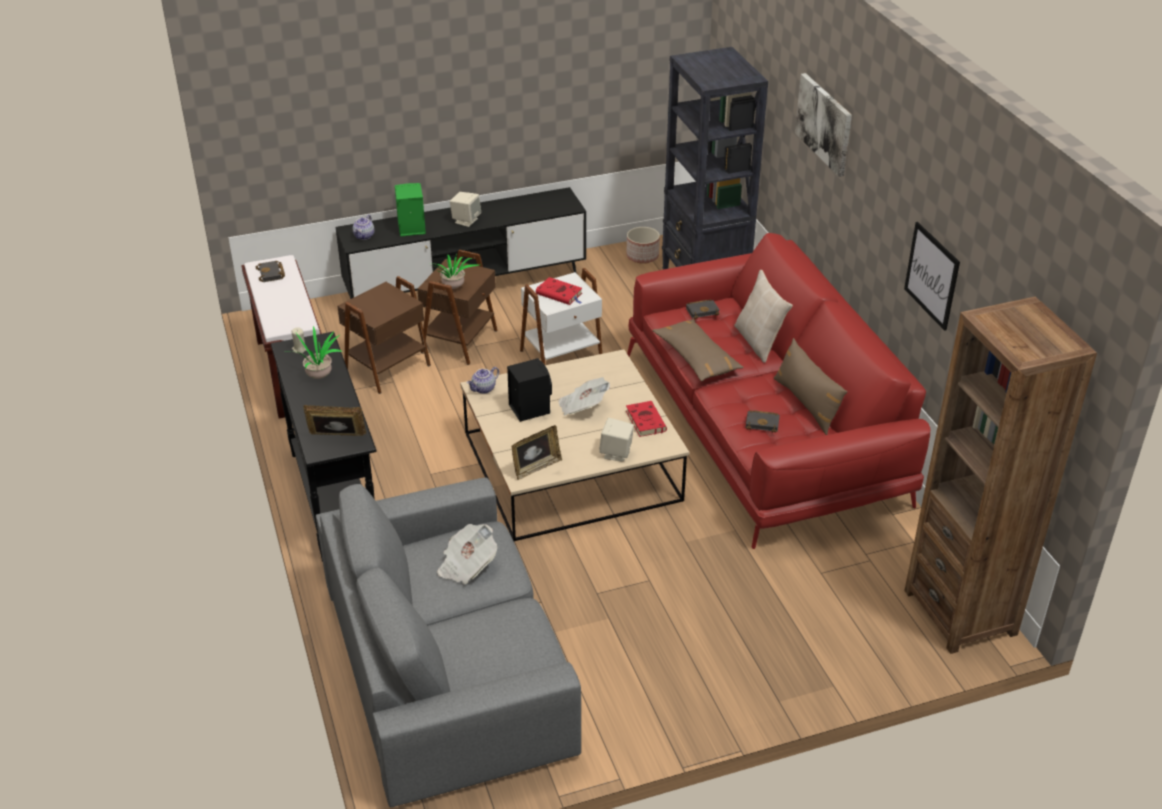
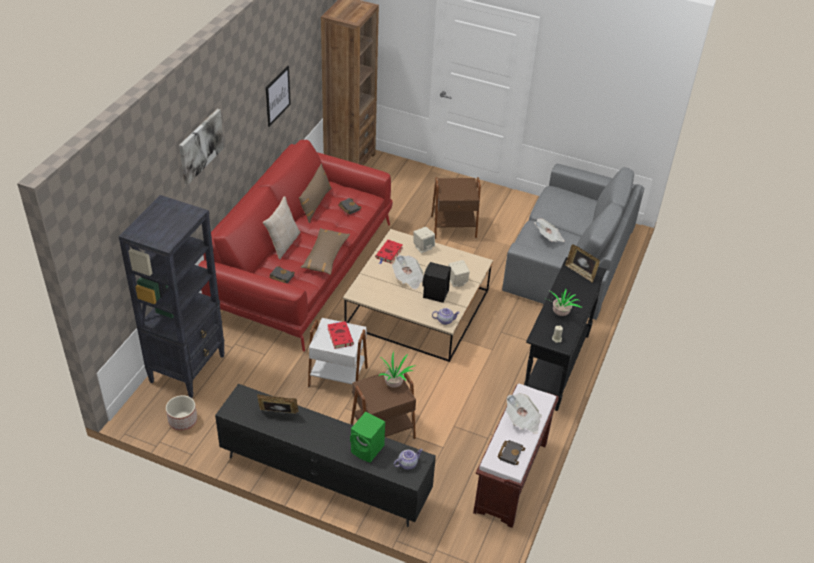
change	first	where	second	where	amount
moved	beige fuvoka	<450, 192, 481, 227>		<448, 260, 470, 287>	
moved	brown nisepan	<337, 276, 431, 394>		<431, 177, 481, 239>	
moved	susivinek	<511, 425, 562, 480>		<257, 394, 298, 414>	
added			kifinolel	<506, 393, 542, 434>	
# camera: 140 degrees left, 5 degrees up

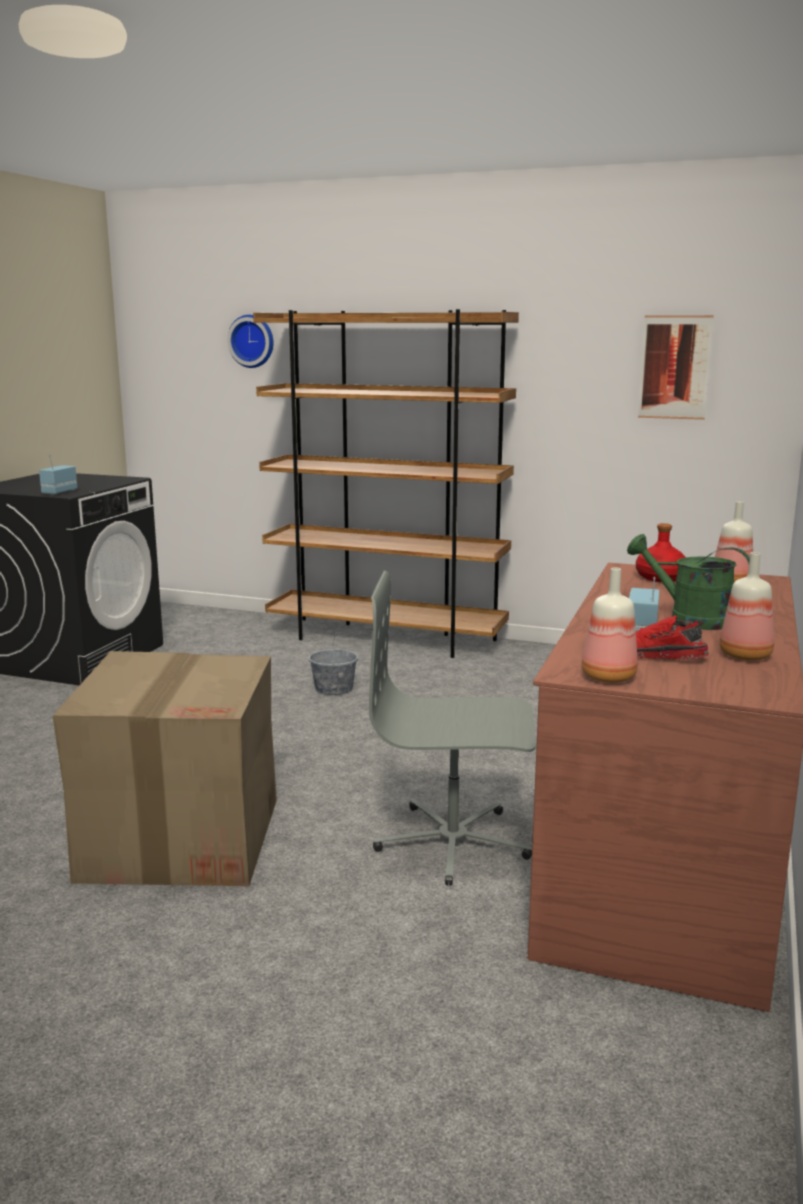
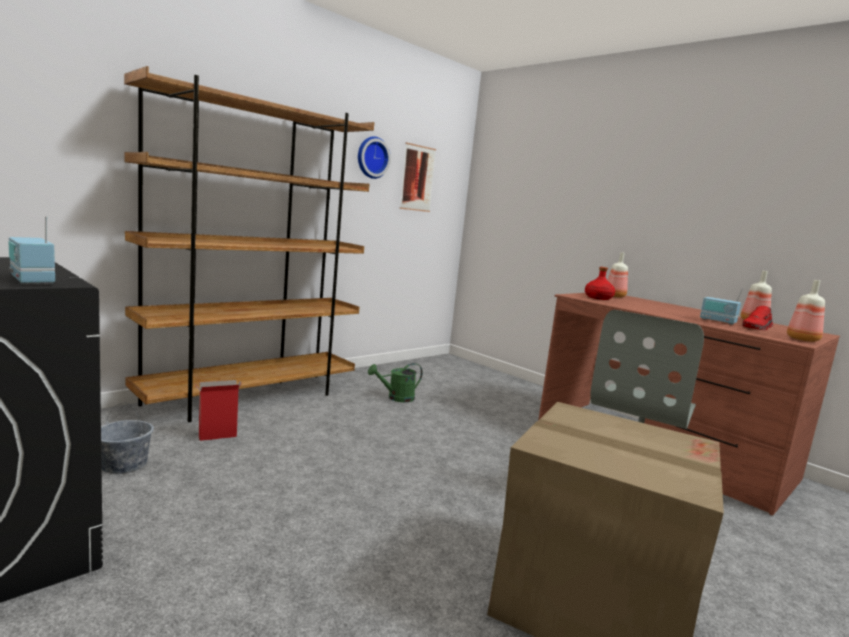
change	first	where	second	where	amount
moved	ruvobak	<227, 315, 274, 368>		<358, 136, 391, 179>	
moved	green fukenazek	<627, 534, 750, 630>		<368, 363, 423, 402>	
moved	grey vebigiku	<308, 632, 358, 695>		<101, 403, 154, 474>	
added			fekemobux	<195, 380, 242, 441>	
# camera: 65 degrees left, 5 degrees down

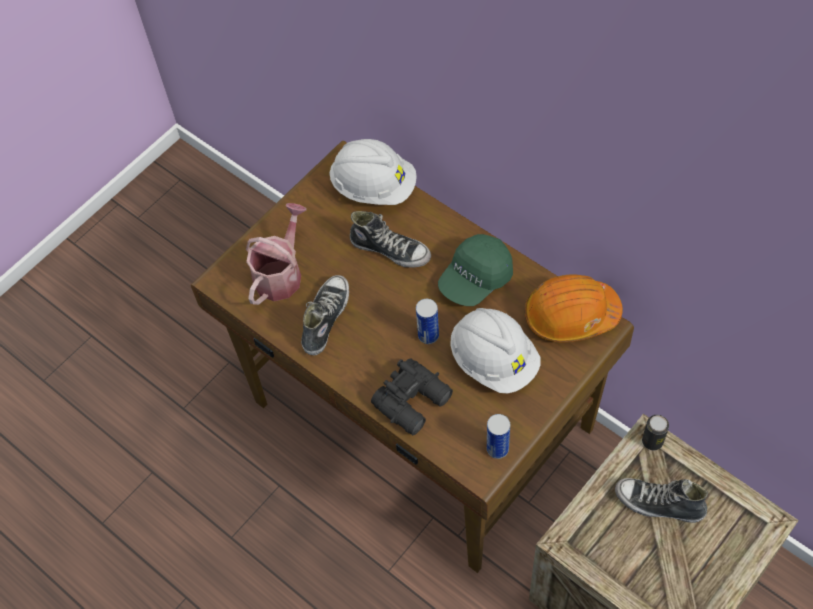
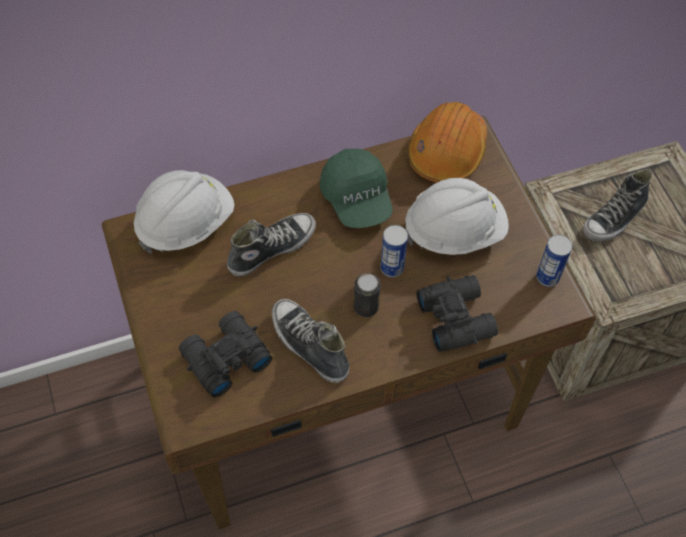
change	first	where	second	where	amount
replaced	fukenazek	<246, 203, 307, 305>	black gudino	<179, 311, 272, 397>	
moved	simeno	<642, 415, 669, 450>		<354, 273, 381, 317>	
# camera: 65 degrees left, 0 degrees up

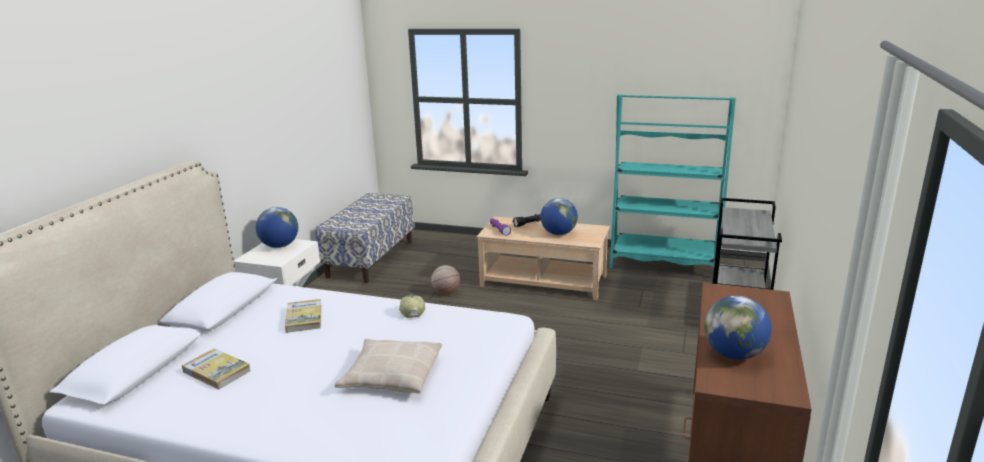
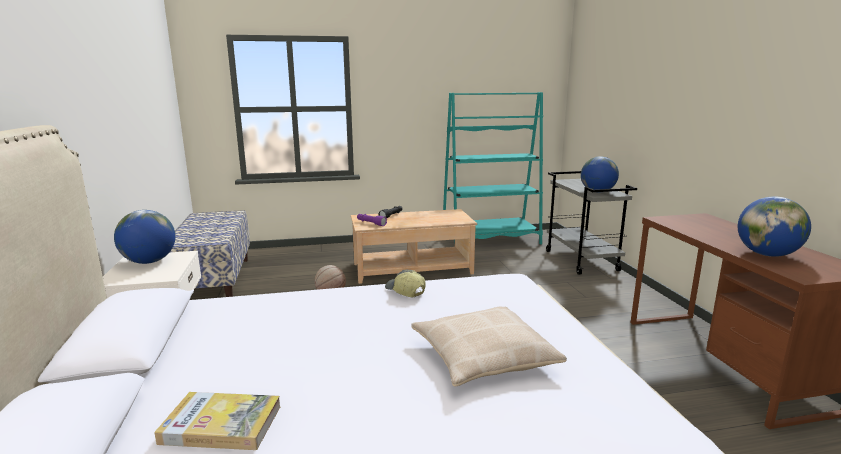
change	first	where	second	where	amount
moved	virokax	<540, 198, 578, 235>		<581, 156, 619, 193>	
removed	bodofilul	<285, 299, 321, 333>			
# camera: 30 degrees left, 5 degrees down

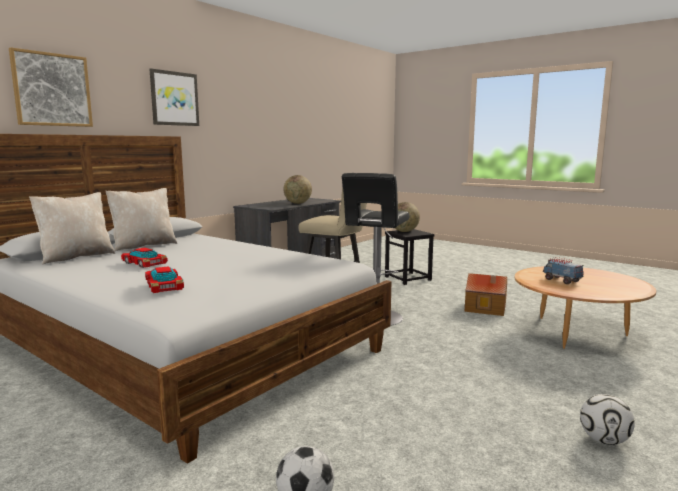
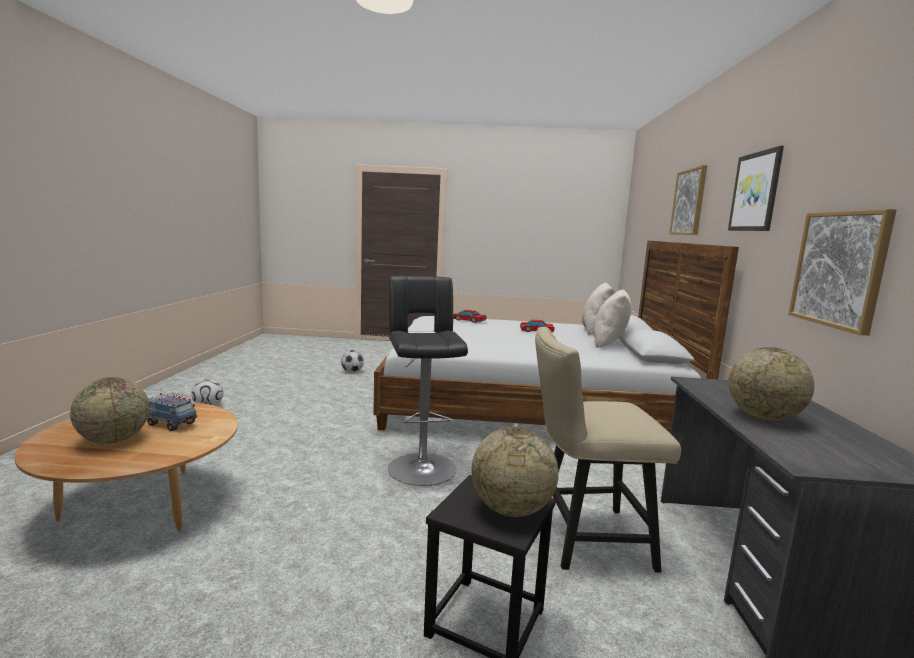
change	first	where	second	where	amount
removed	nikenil	<465, 273, 507, 316>			
added			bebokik	<788, 209, 897, 336>	
added			virokax	<70, 377, 150, 444>	
# camera: 145 degrees right, 0 degrees up

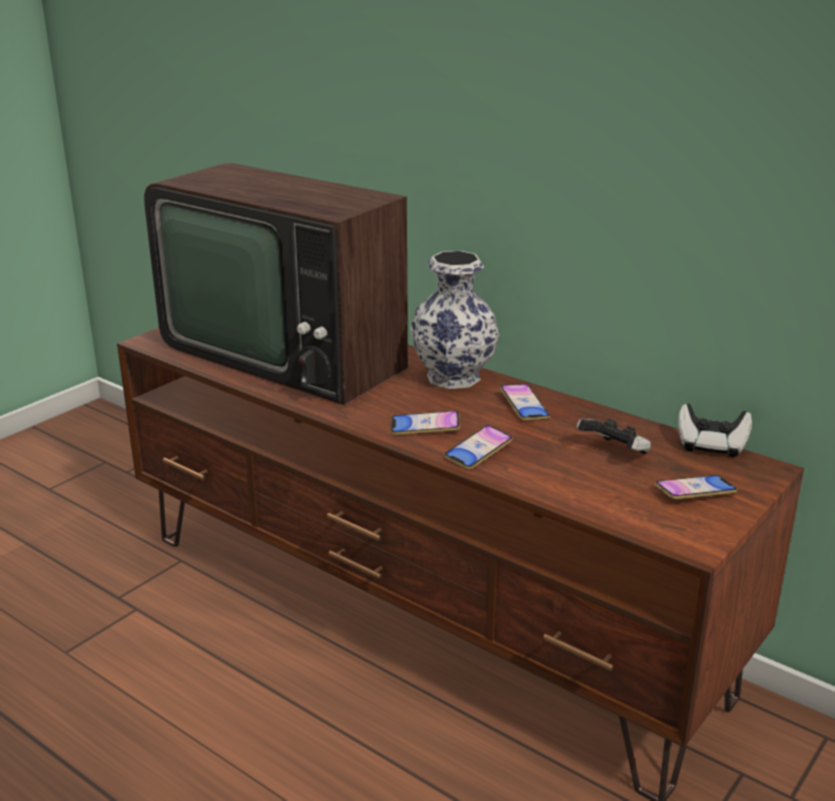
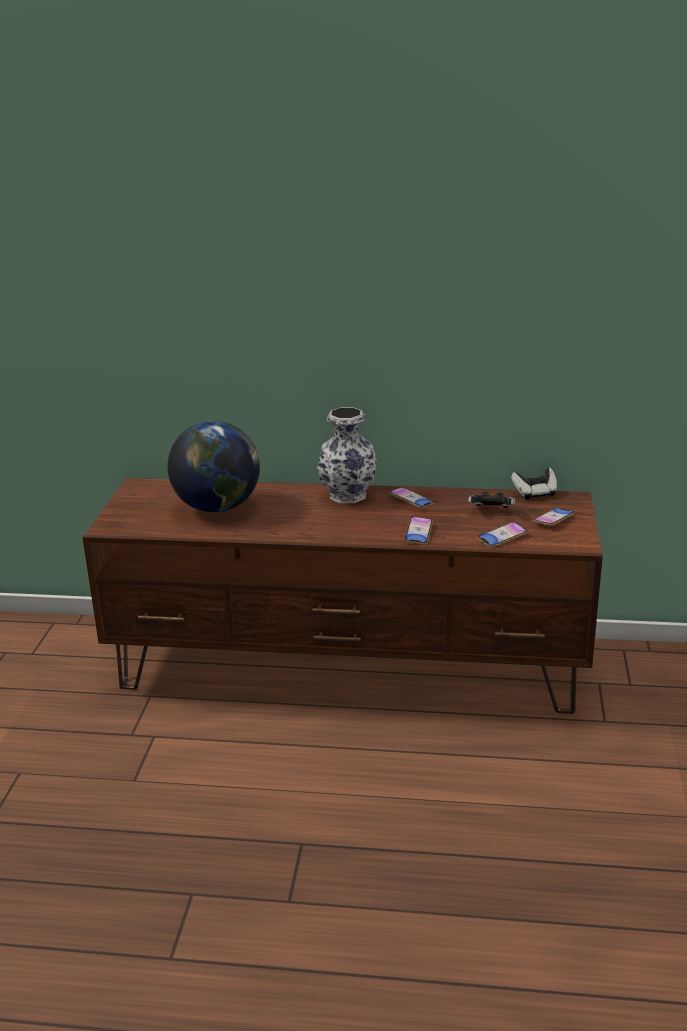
change	first	where	second	where	amount
replaced	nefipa	<144, 163, 408, 405>	virokax	<167, 421, 260, 512>	
moved	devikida	<391, 410, 460, 435>		<478, 521, 528, 548>	
# camera: 30 degrees left, 0 degrees up

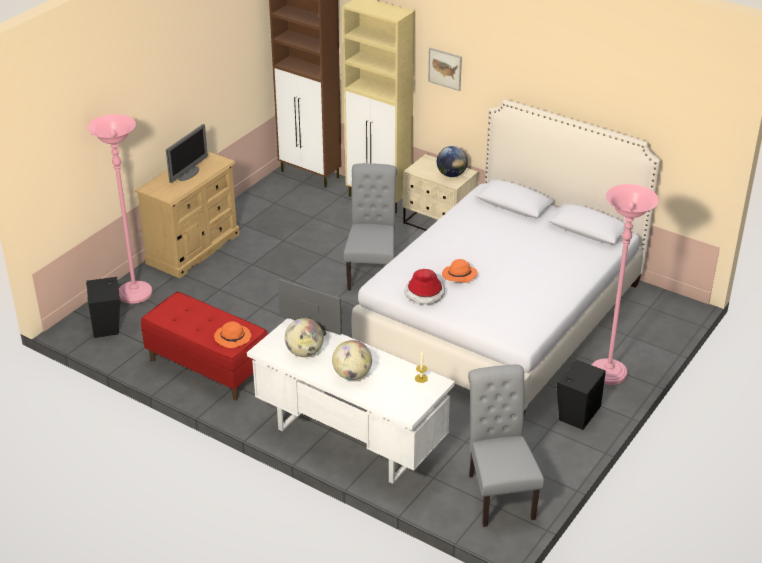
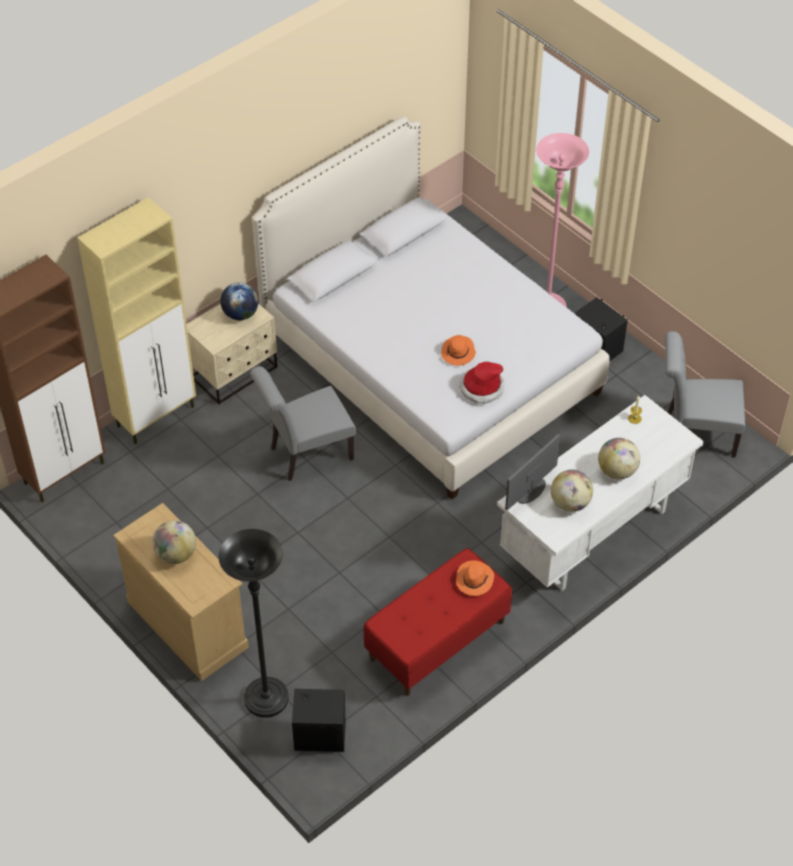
change	first	where	second	where	amount
removed	bebokik	<428, 48, 462, 91>			
recoloured	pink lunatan	<87, 114, 152, 304>	black lunatan	<218, 529, 289, 718>	
replaced	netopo	<166, 124, 208, 183>	virokax	<152, 520, 196, 564>	
turned	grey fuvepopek	<344, 163, 397, 290>		<250, 366, 356, 481>	45 degrees counterclockwise
# camera: 75 degrees left, 15 degrees up

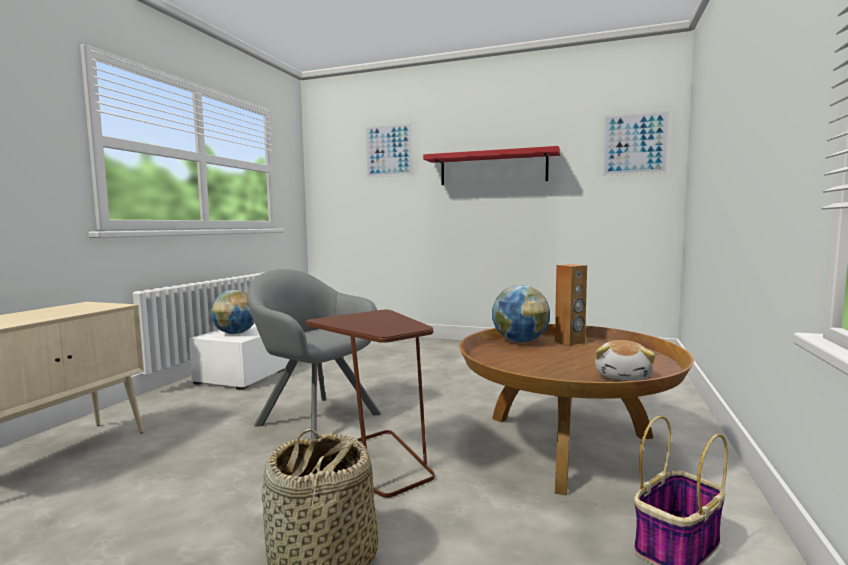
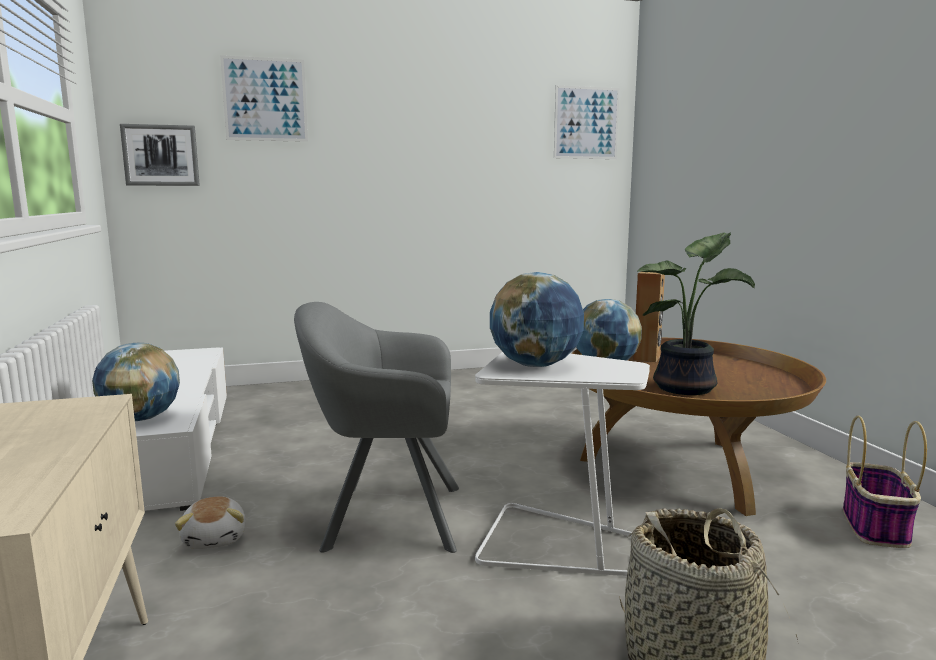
change	first	where	second	where	amount
removed	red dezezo	<423, 146, 560, 185>			
recoloured	brown nisepan	<306, 310, 435, 498>	white nisepan	<475, 352, 650, 576>	
moved	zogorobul	<595, 340, 655, 381>		<175, 497, 246, 549>	
added			bebokik	<120, 124, 200, 186>	
added			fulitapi	<638, 233, 755, 395>	
added			virokax	<490, 272, 584, 367>	
# camera: 35 degrees left, 5 degrees up

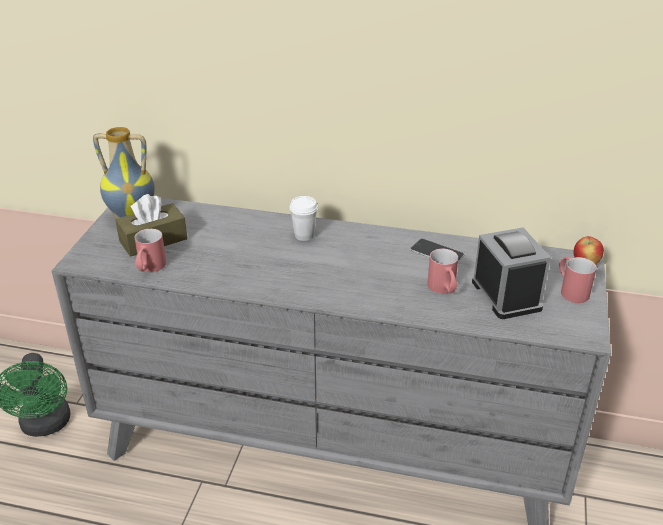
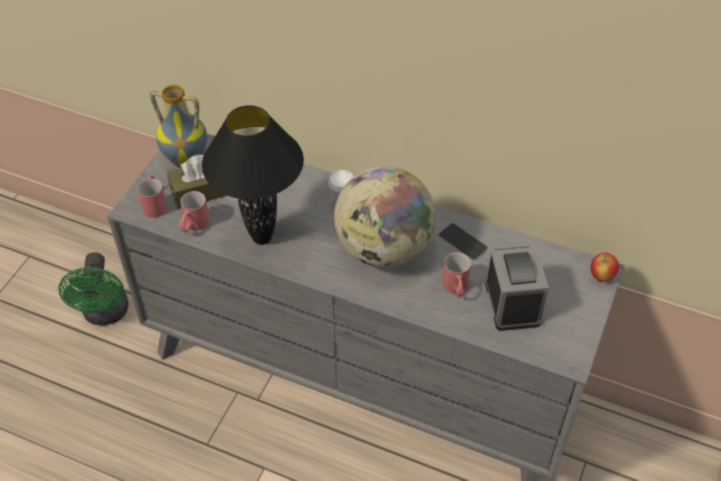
change	first	where	second	where	amount
moved	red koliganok	<559, 256, 597, 303>		<137, 175, 167, 218>	
added			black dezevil	<202, 105, 304, 245>	
added			virokax	<334, 166, 436, 268>	
# camera: 10 degrees right, 15 degrees up

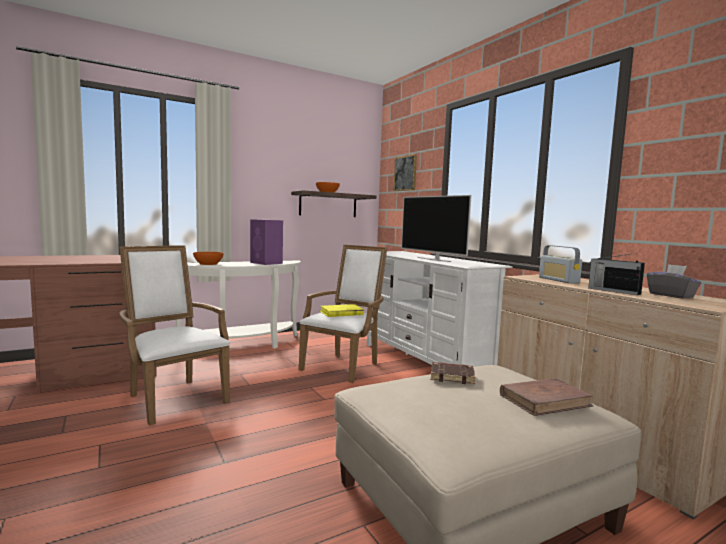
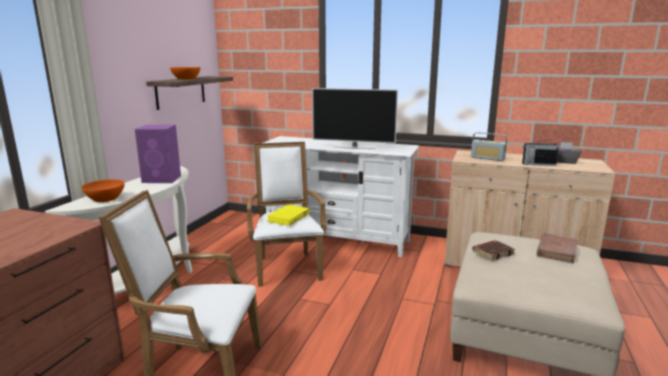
change	first	where	second	where	amount
removed	bebokik	<394, 154, 417, 191>			
# camera: 40 degrees left, 10 degrees up

